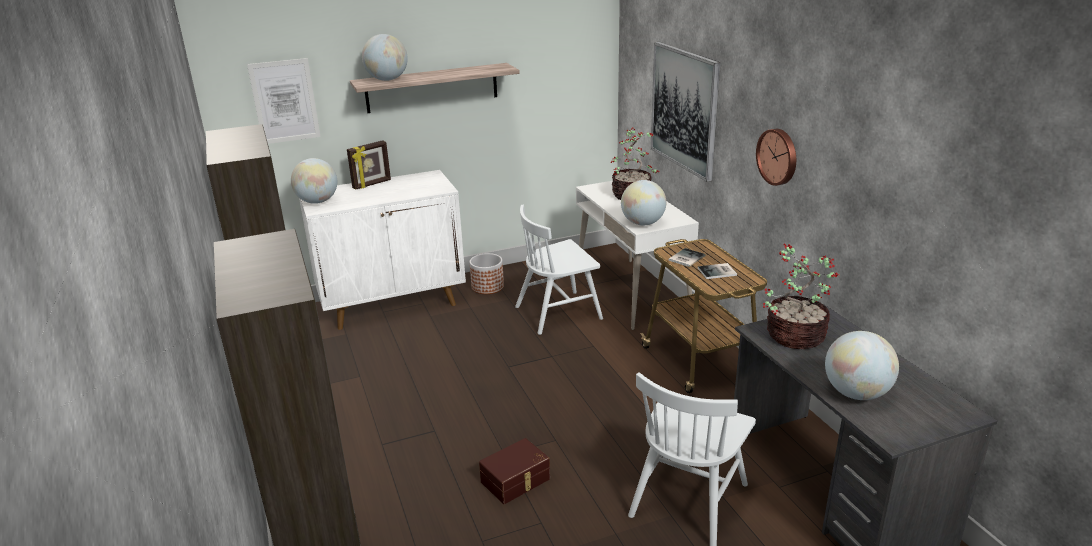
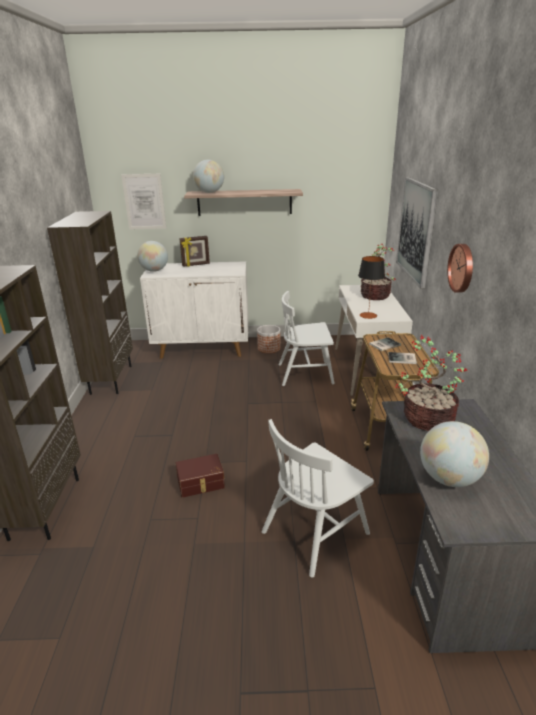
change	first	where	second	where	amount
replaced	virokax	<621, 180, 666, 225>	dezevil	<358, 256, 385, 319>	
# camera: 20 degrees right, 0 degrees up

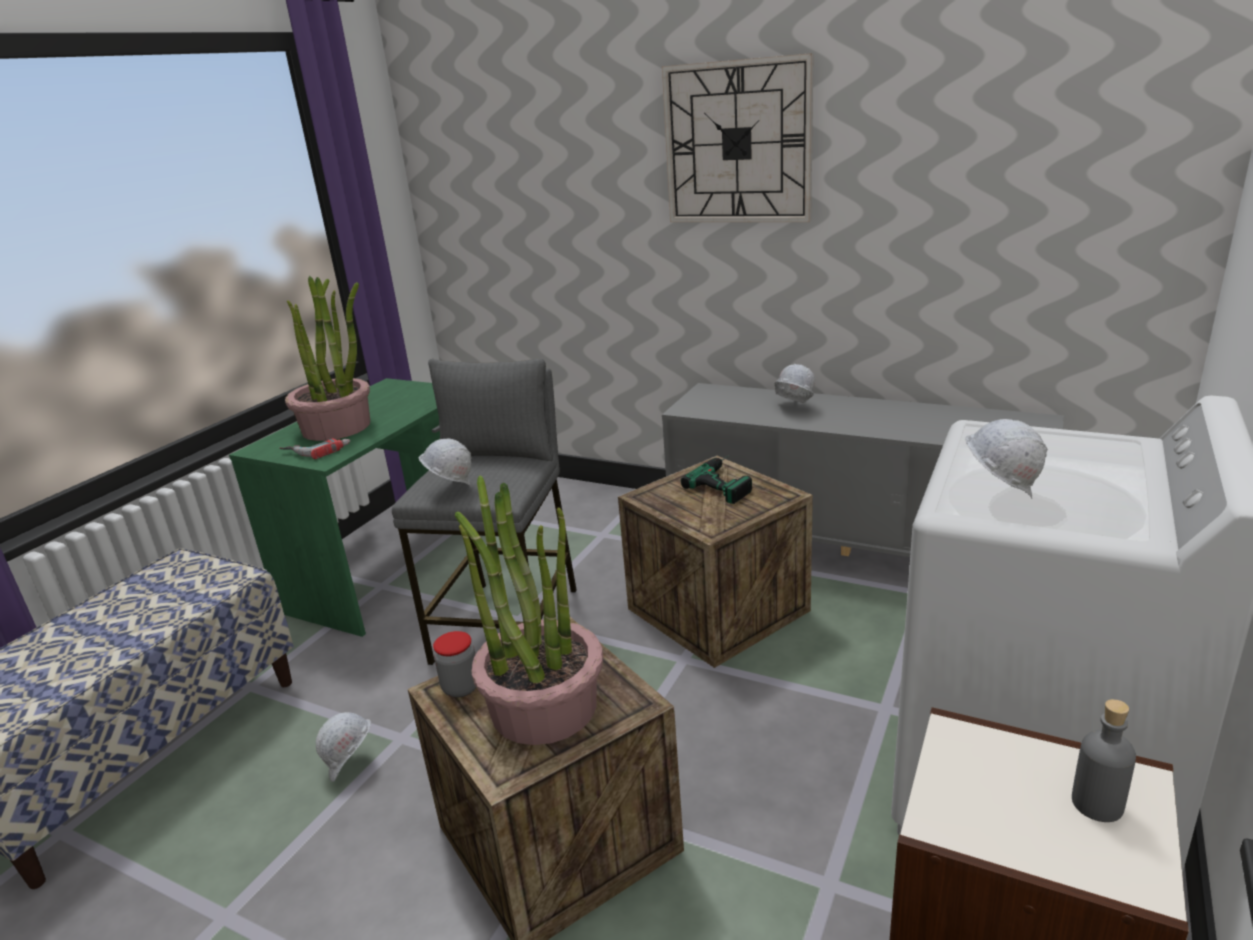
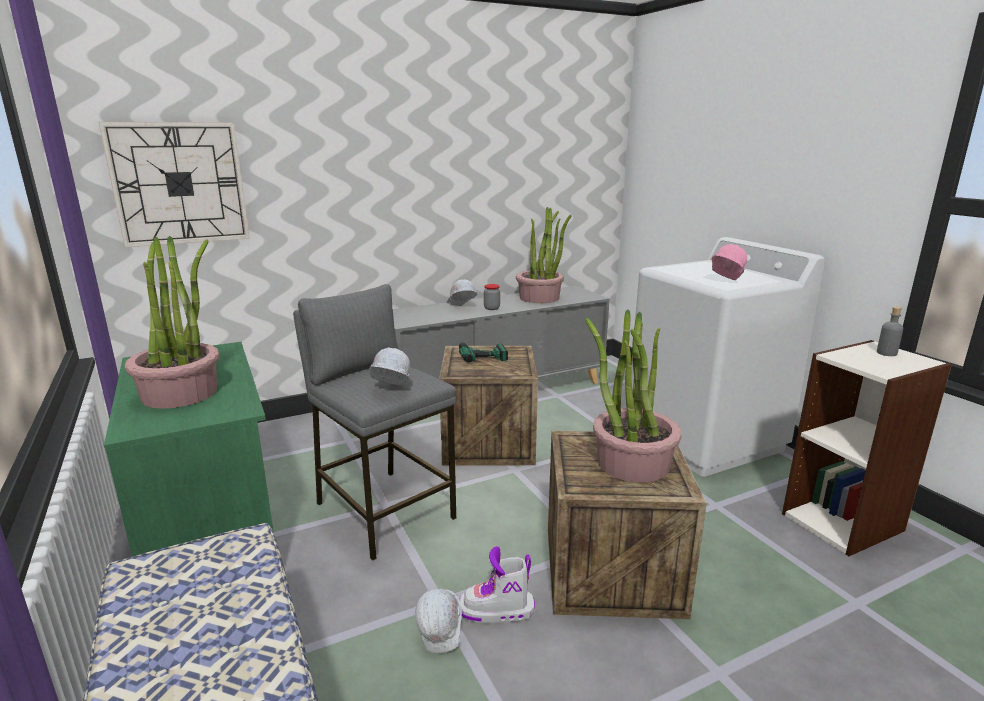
change	first	where	second	where	amount
moved	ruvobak	<662, 53, 814, 222>		<99, 122, 250, 248>	
recoloured	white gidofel	<965, 419, 1048, 499>	pink gidofel	<712, 244, 747, 280>	
removed	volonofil	<280, 438, 350, 459>			
moved	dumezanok	<433, 631, 476, 697>		<484, 284, 500, 310>	
added			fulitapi	<516, 207, 572, 303>	
added			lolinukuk	<460, 546, 535, 623>	
# camera: 55 degrees left, 5 degrees down

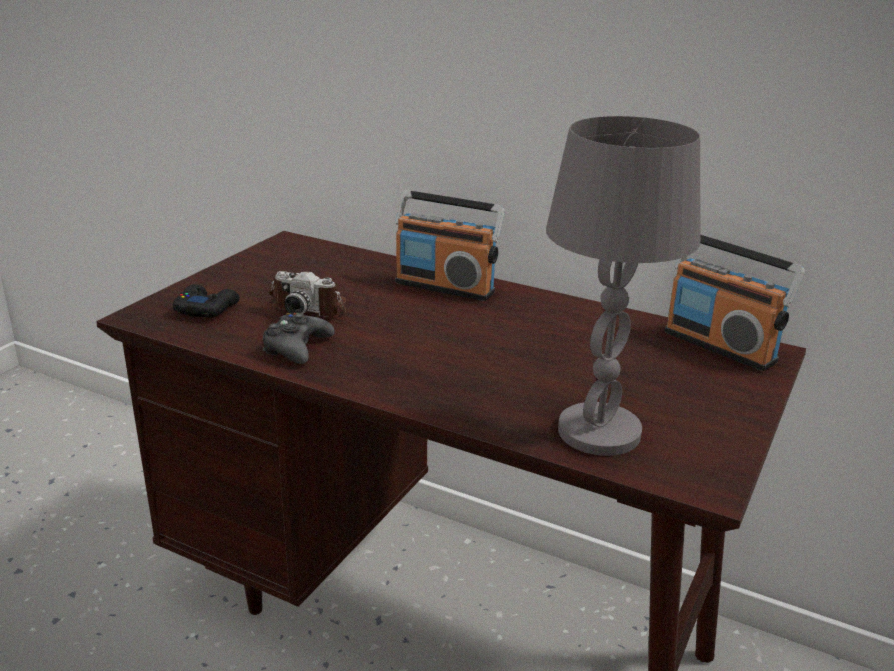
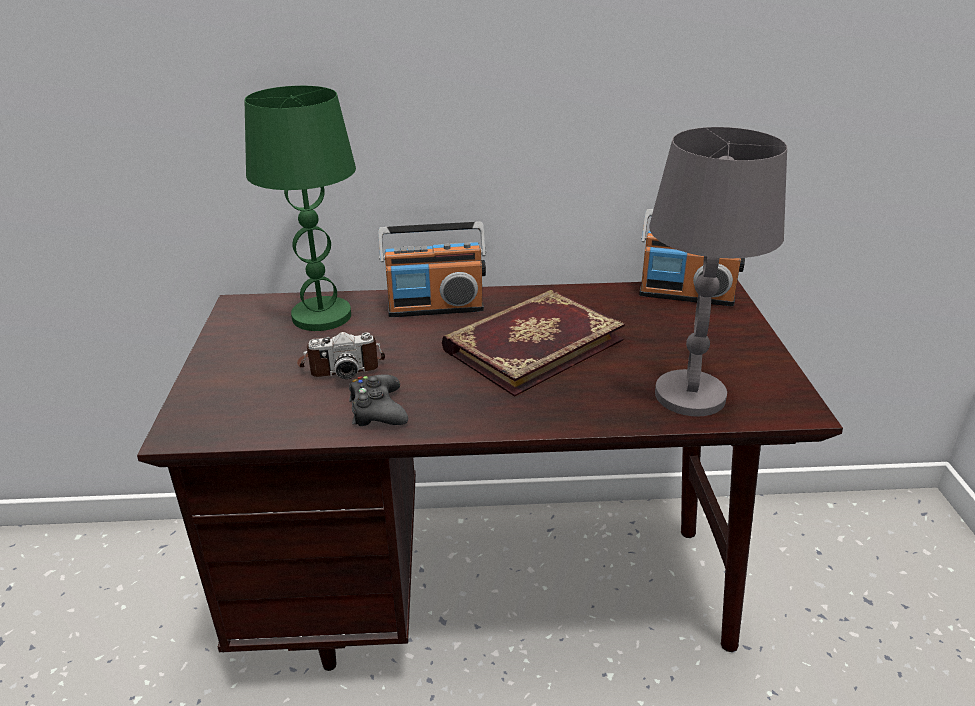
change	first	where	second	where	amount
removed	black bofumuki	<173, 284, 240, 318>			
added			green dezevil	<244, 86, 356, 331>	
added			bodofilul	<442, 290, 625, 397>	
# camera: 30 degrees left, 5 degrees up

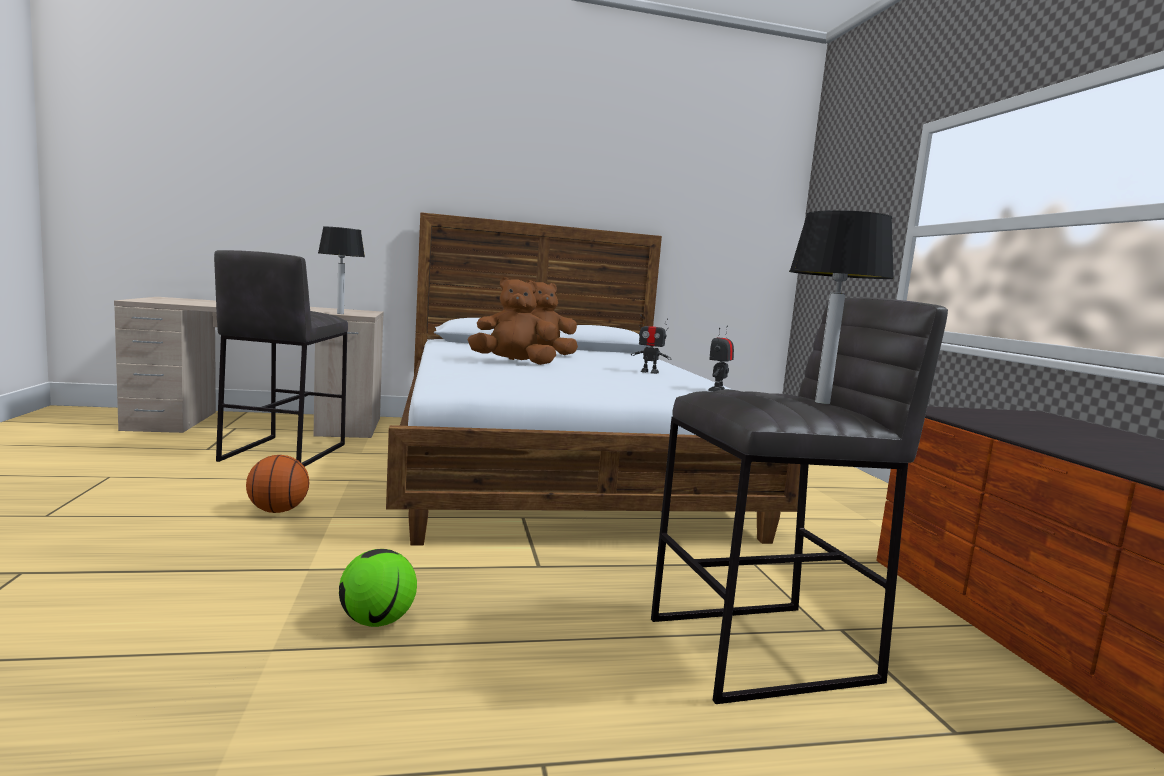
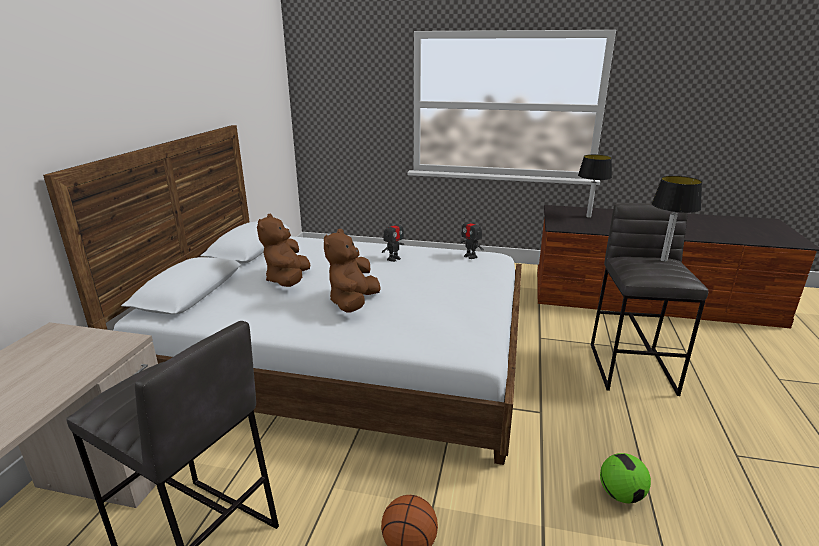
change	first	where	second	where	amount
moved	dezevil	<318, 226, 365, 314>		<578, 154, 612, 218>	
# camera: 65 degrees left, 15 degrees up

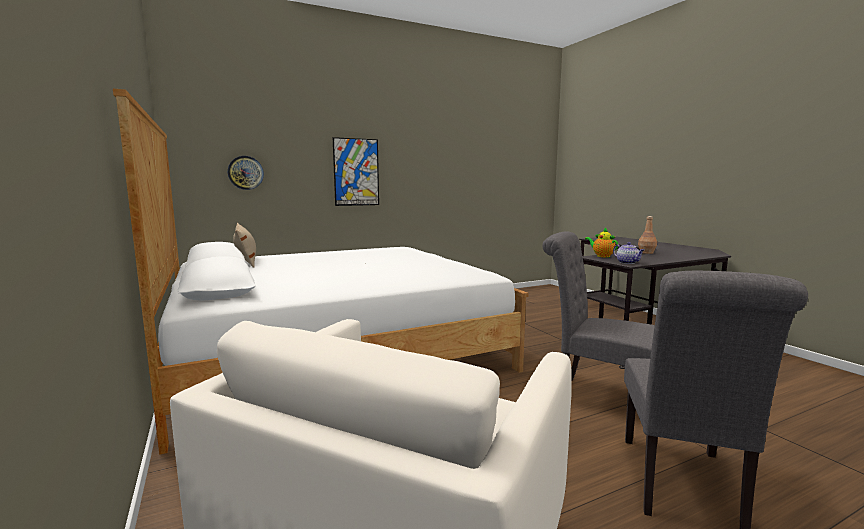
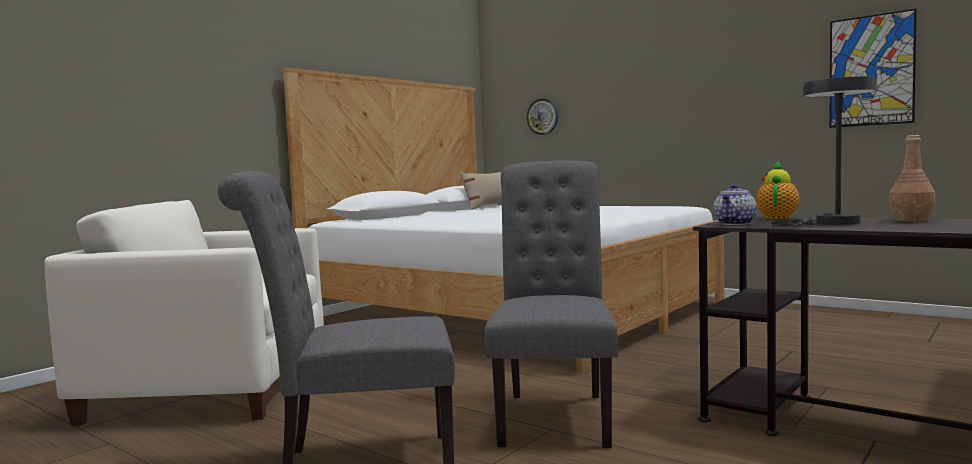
change	first	where	second	where	amount
moved	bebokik	<333, 137, 379, 206>		<829, 9, 917, 128>	
added			grey dezevil	<771, 76, 877, 226>	
# camera: 65 degrees right, 5 degrees down

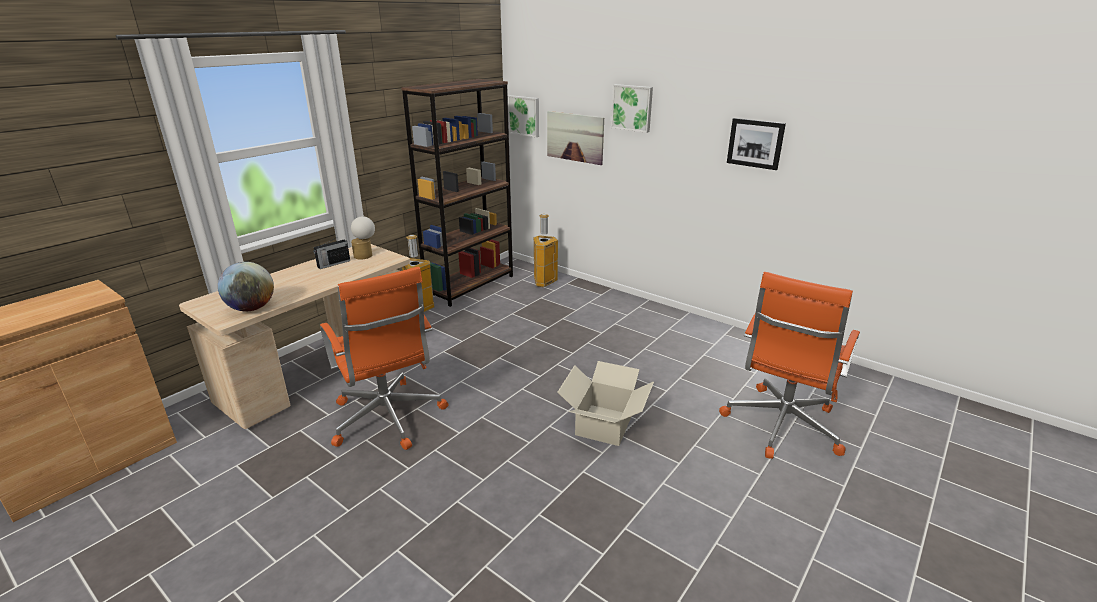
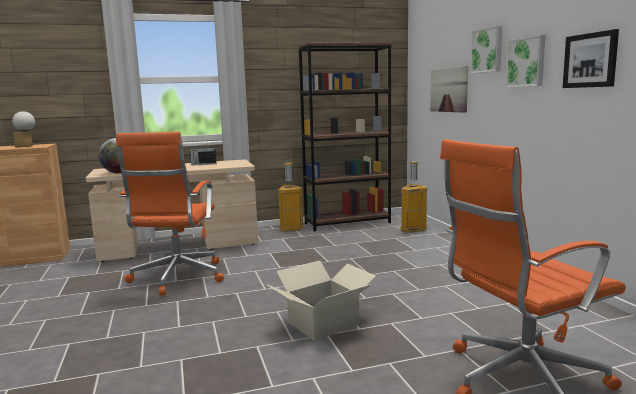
change	first	where	second	where	amount
moved	bebokik	<508, 95, 539, 137>		<506, 35, 545, 87>	
moved	dezevil	<351, 216, 375, 260>		<12, 111, 35, 147>	
# camera: 35 degrees right, 15 degrees down

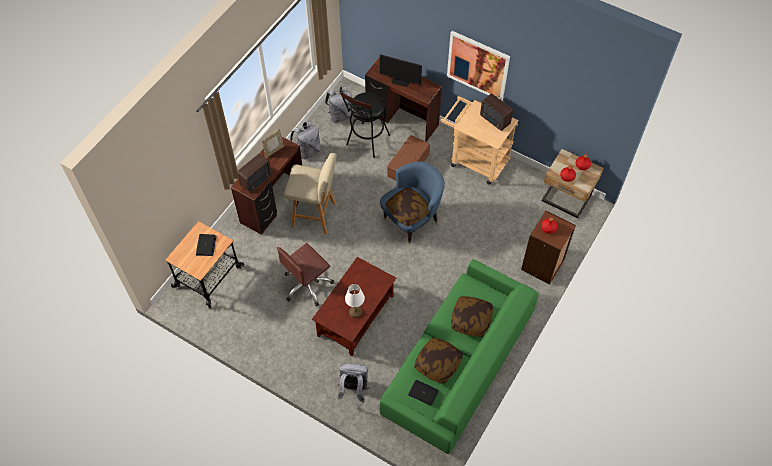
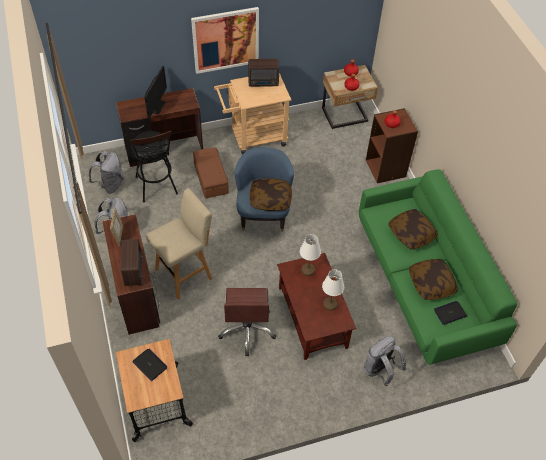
change	first	where	second	where	amount
turned	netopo	<380, 54, 422, 87>		<144, 66, 167, 119>	45 degrees counterclockwise
added			white dezevil	<300, 234, 321, 276>	
# camera: 50 degrees left, 5 degrees down

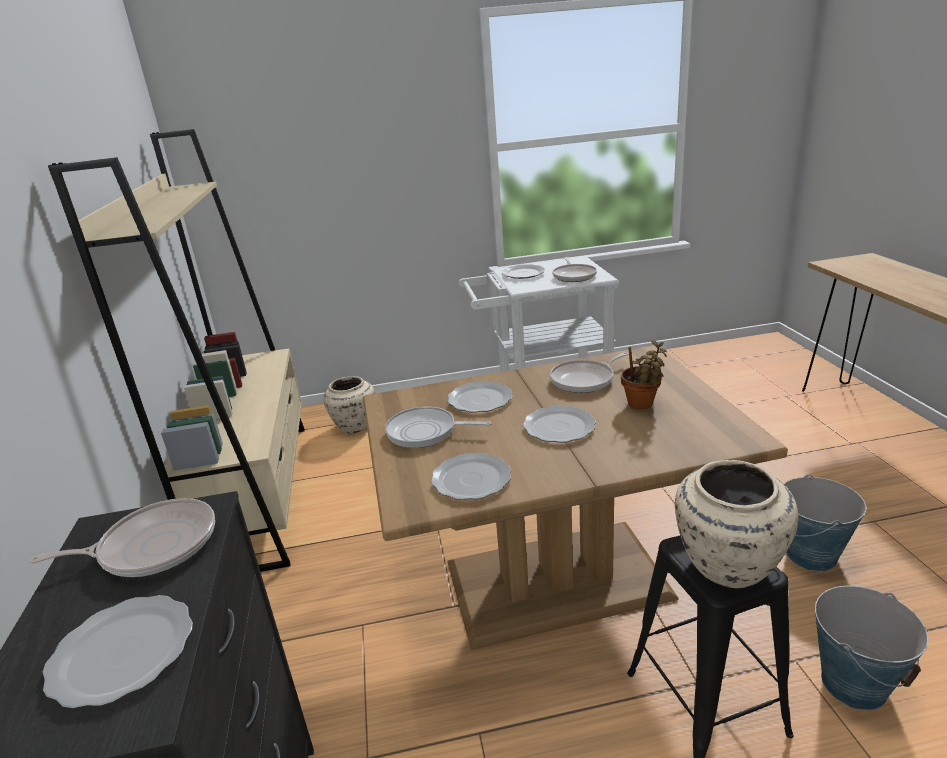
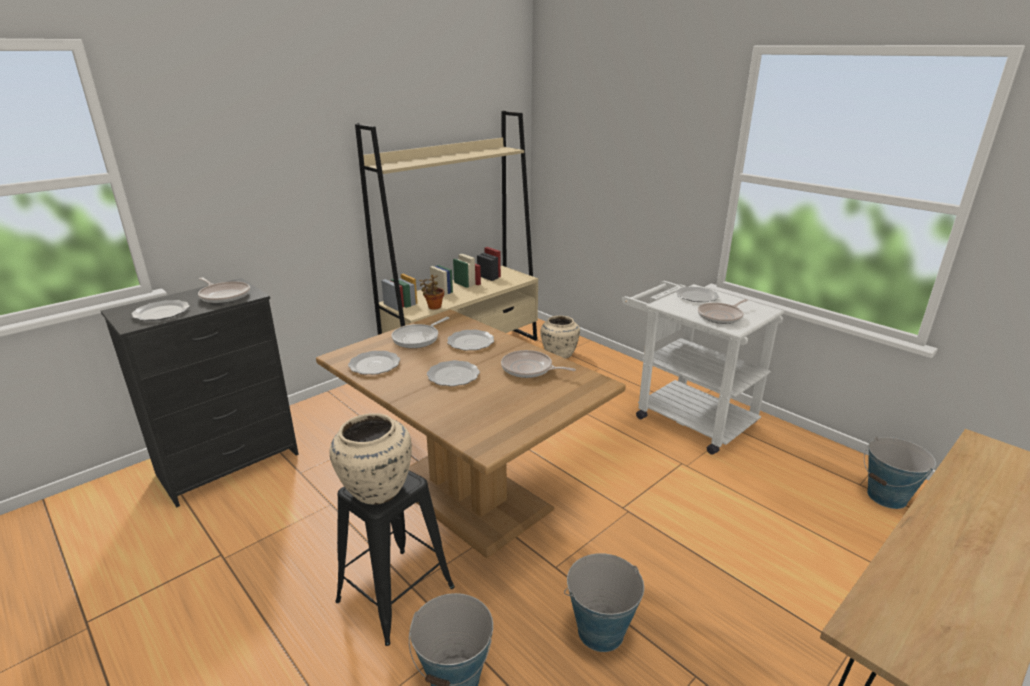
change	first	where	second	where	amount
moved	fulitapi	<621, 340, 667, 409>		<419, 275, 444, 309>	
turned	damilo	<385, 406, 492, 448>		<392, 317, 449, 348>	120 degrees counterclockwise
added			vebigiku	<864, 436, 936, 509>	
# camera: 55 degrees right, 0 degrees up

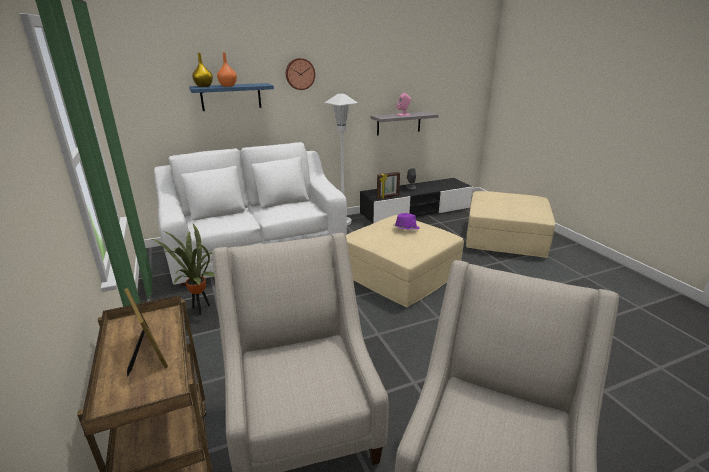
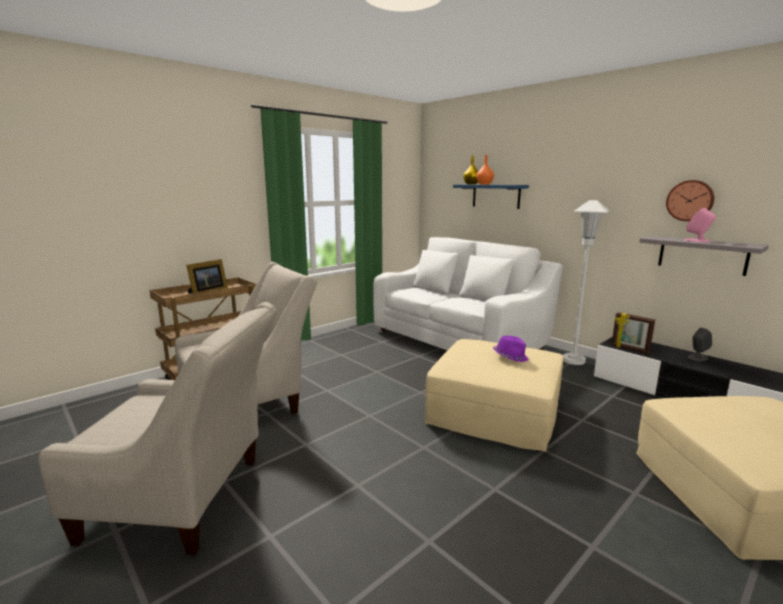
change	first	where	second	where	amount
moved	ruvobak	<286, 58, 315, 90>		<666, 180, 714, 221>	
removed	fulitapi	<152, 224, 214, 315>			
# camera: 70 degrees right, 10 degrees down

